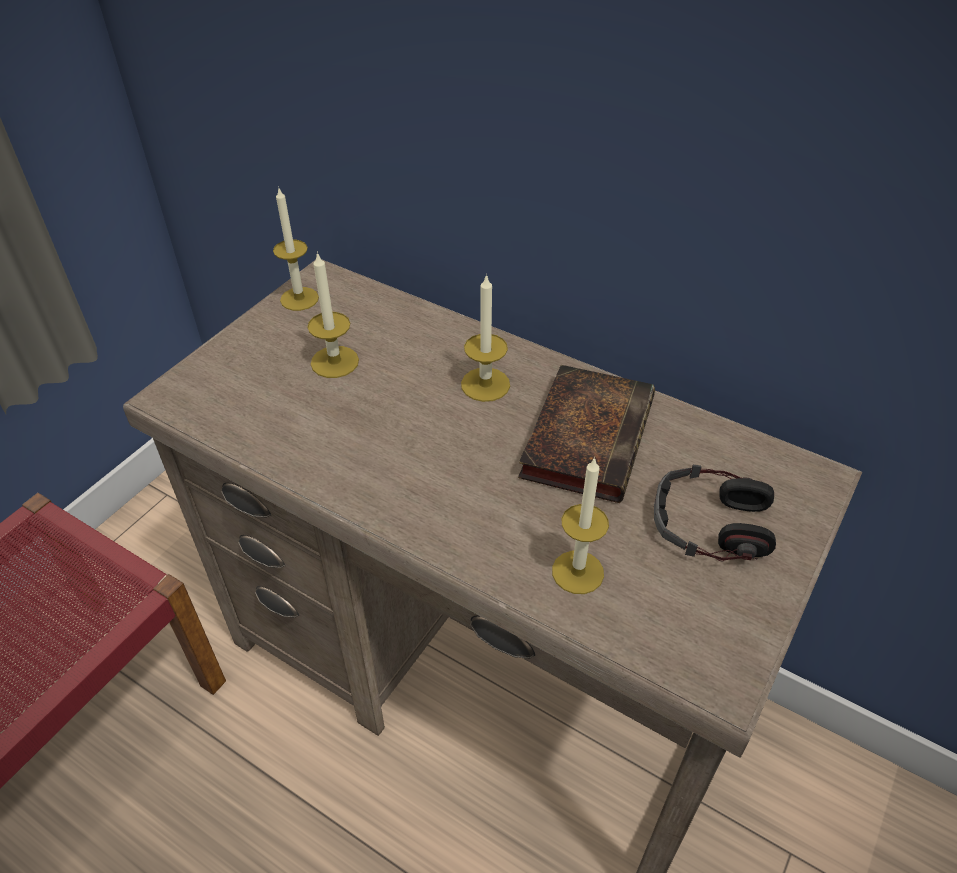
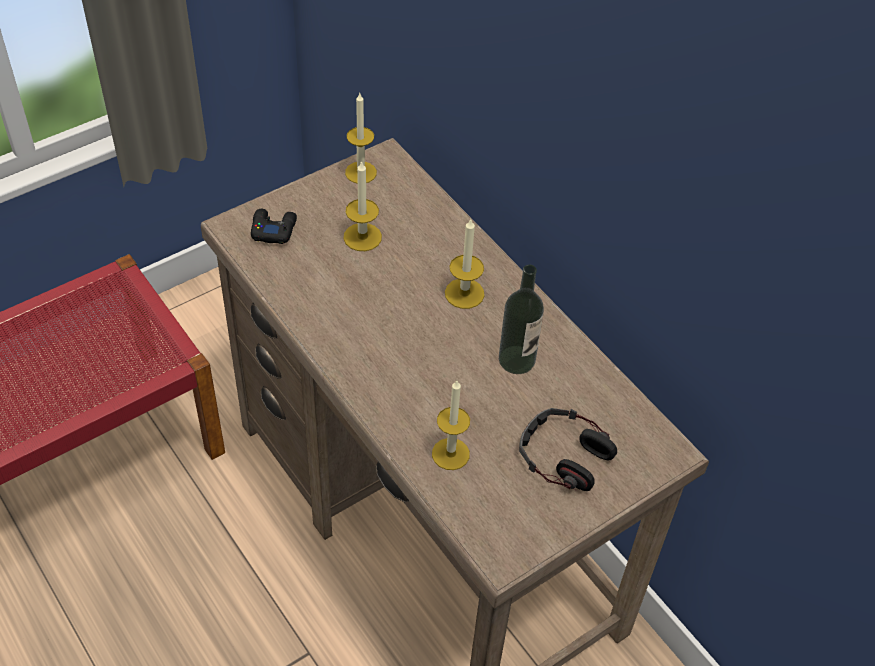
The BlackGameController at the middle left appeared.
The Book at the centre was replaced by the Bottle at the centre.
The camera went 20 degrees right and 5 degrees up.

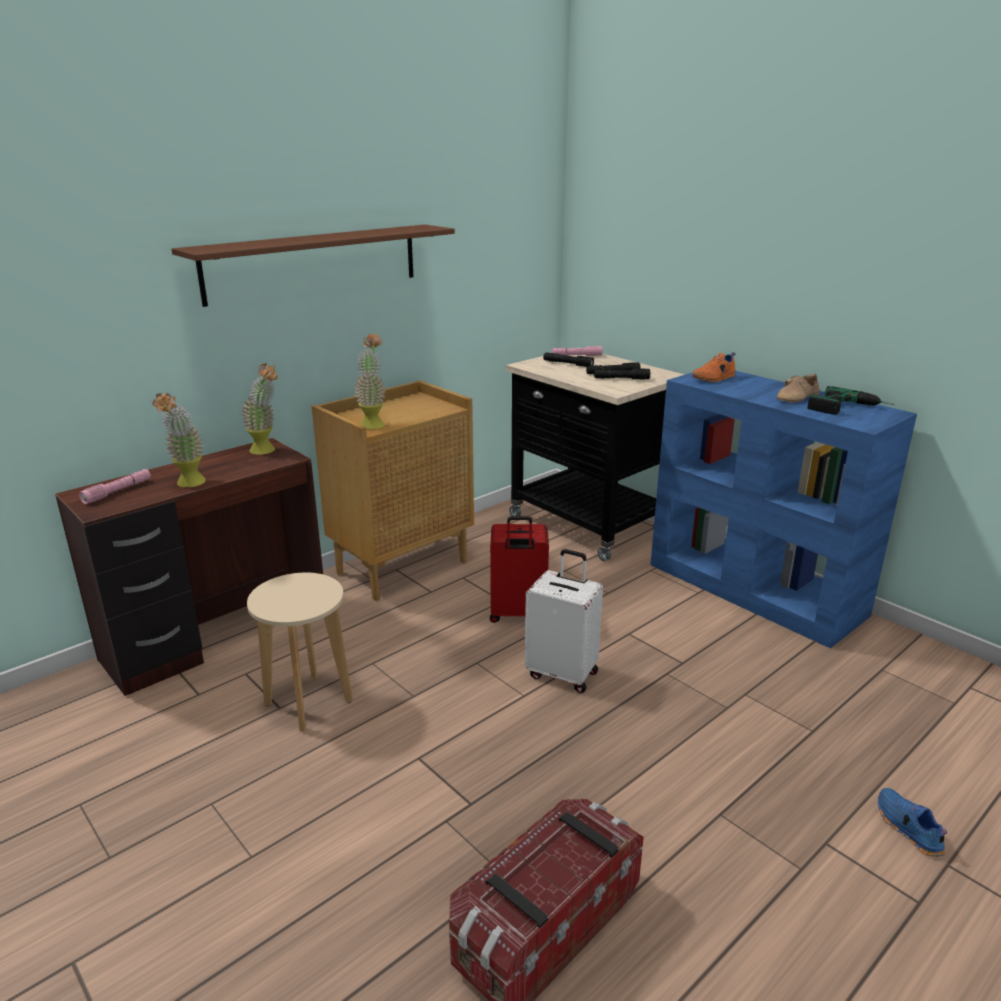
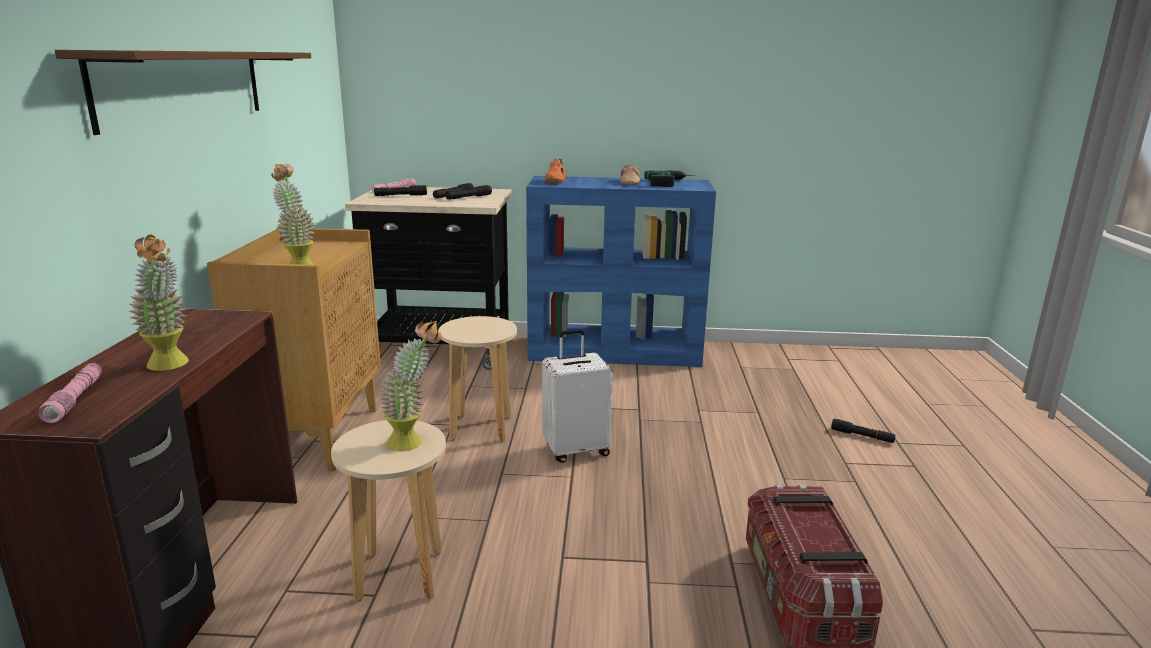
The PottedPlant (2nd from left in the first image) moved from the middle left to the centre.
The RedSuitcase at the centre was replaced by the BeigeStool (2nd from left) at the centre.
The BlueShoe at the bottom right was replaced by the BlackFlashlight (4th from left) at the middle right.
The camera went 45 degrees left and 5 degrees down.

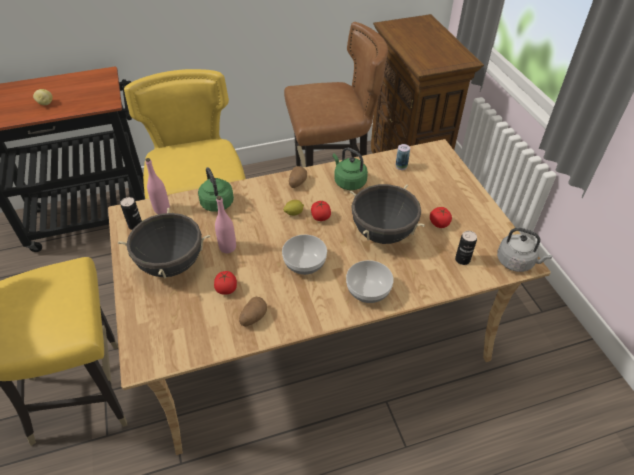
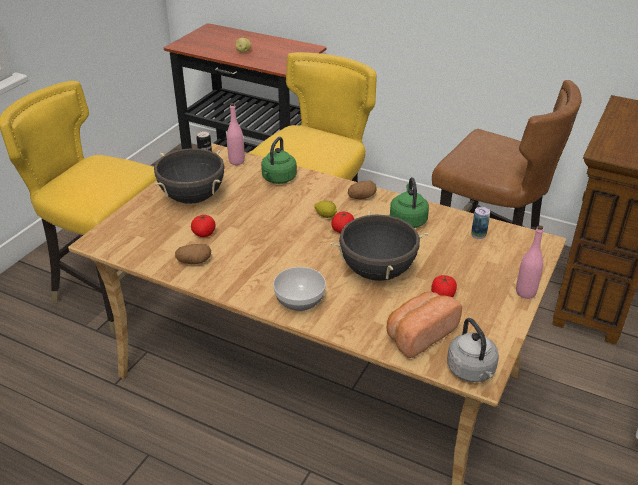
The Bowl (1st from left) at the centre disappeared.
The PinkBottle (2nd from left) moved from the centre to the middle right.
The Can (3rd from left) at the middle right was replaced by the Bread at the bottom centre.
The camera went 45 degrees right and 10 degrees down.

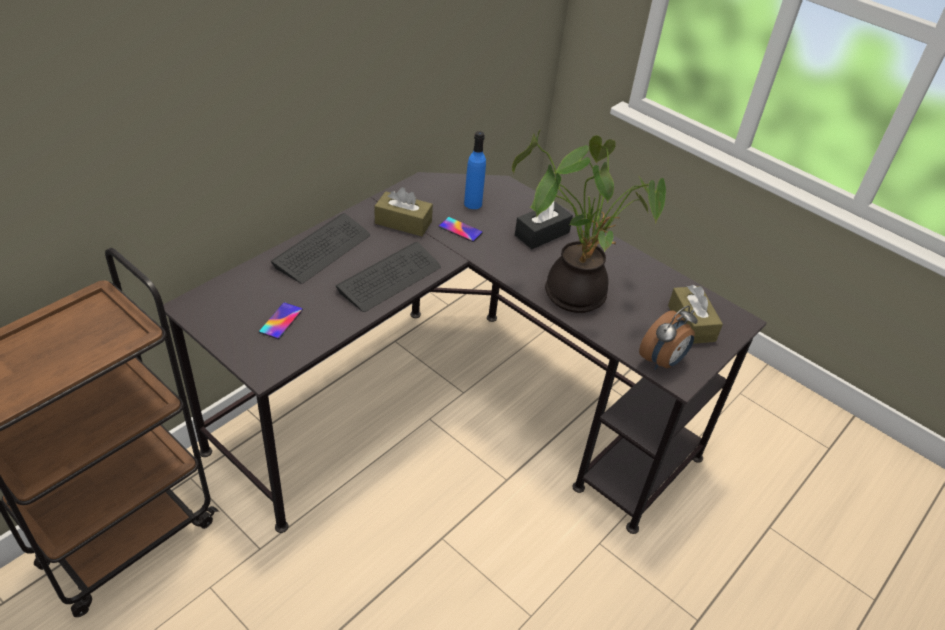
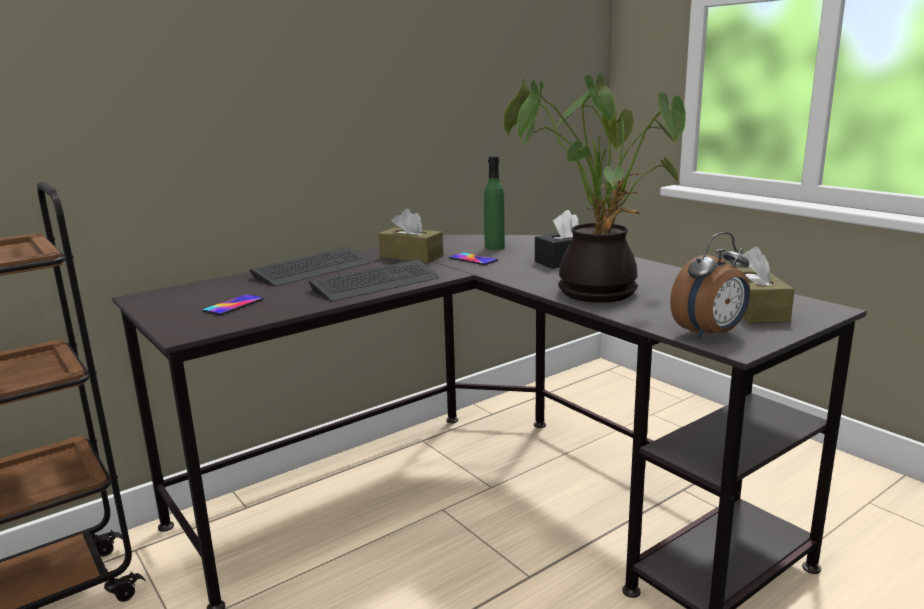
The BlueBottle at the top centre became the GreenBottle at the centre.
The camera went 15 degrees right and 25 degrees down.

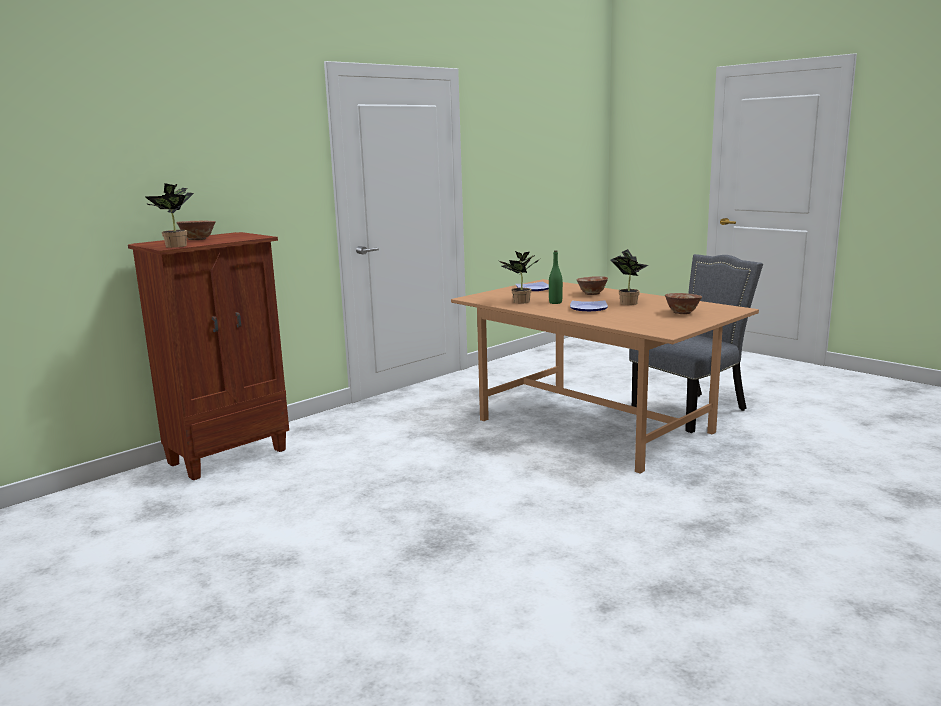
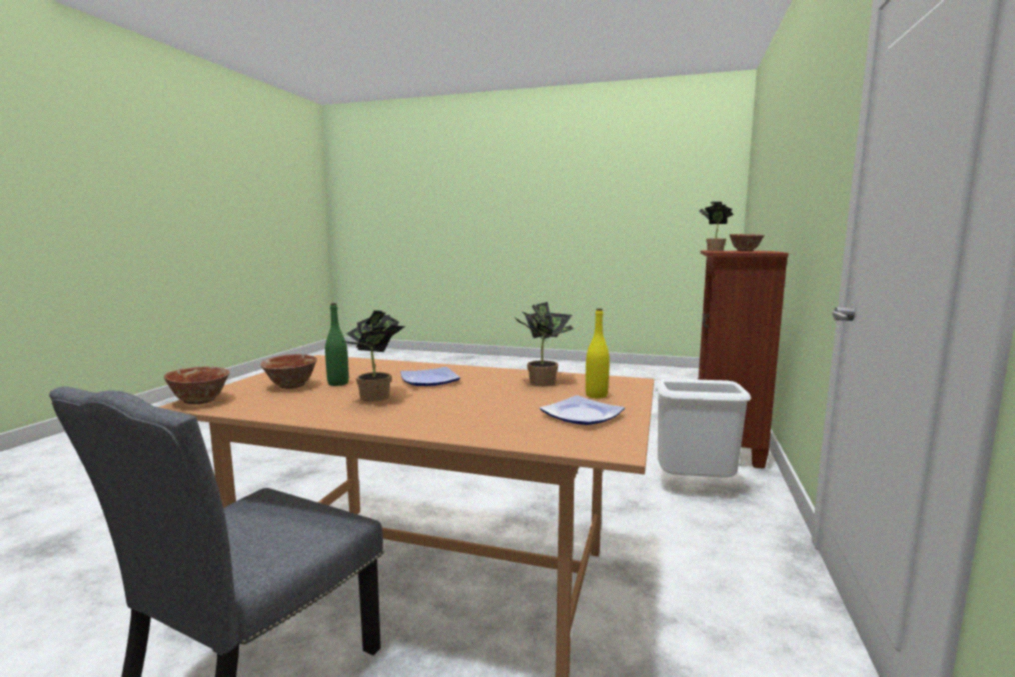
The YellowBottle at the centre appeared.
The WhiteTrashCan at the middle right appeared.
The GreenBottle moved from the centre to the middle left.
The Bowl (2nd from left in the first image) moved from the centre to the middle left.
The camera went 150 degrees right and 5 degrees down.

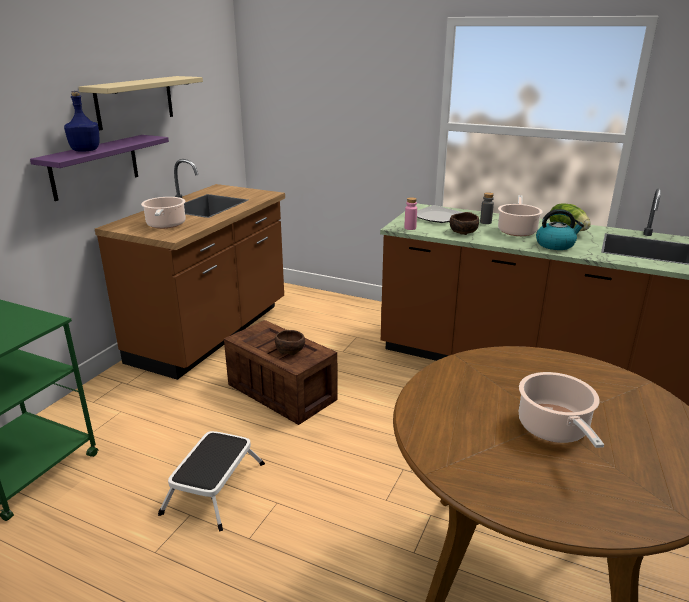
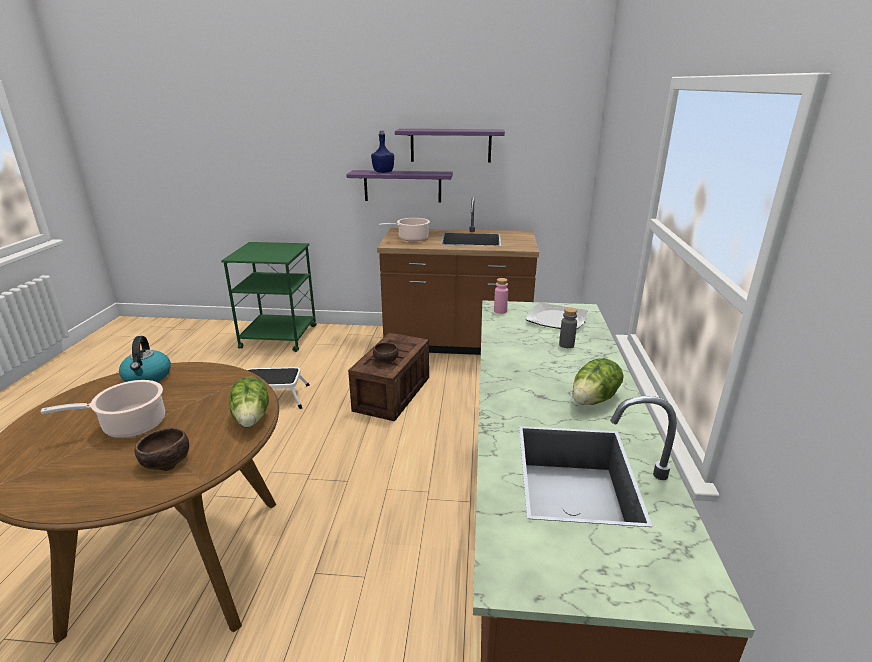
The CookingPot (2nd from left) at the middle right disappeared.
The Lettuce (1st from left) at the middle left appeared.
The BrownBowl (2nd from left in the first image) moved from the middle right to the bottom left.
The Kettle moved from the middle right to the middle left.
The BeigeShelf at the top left became the PurpleShelf (2nd from left) at the top centre.
The camera went 70 degrees right and 0 degrees up.

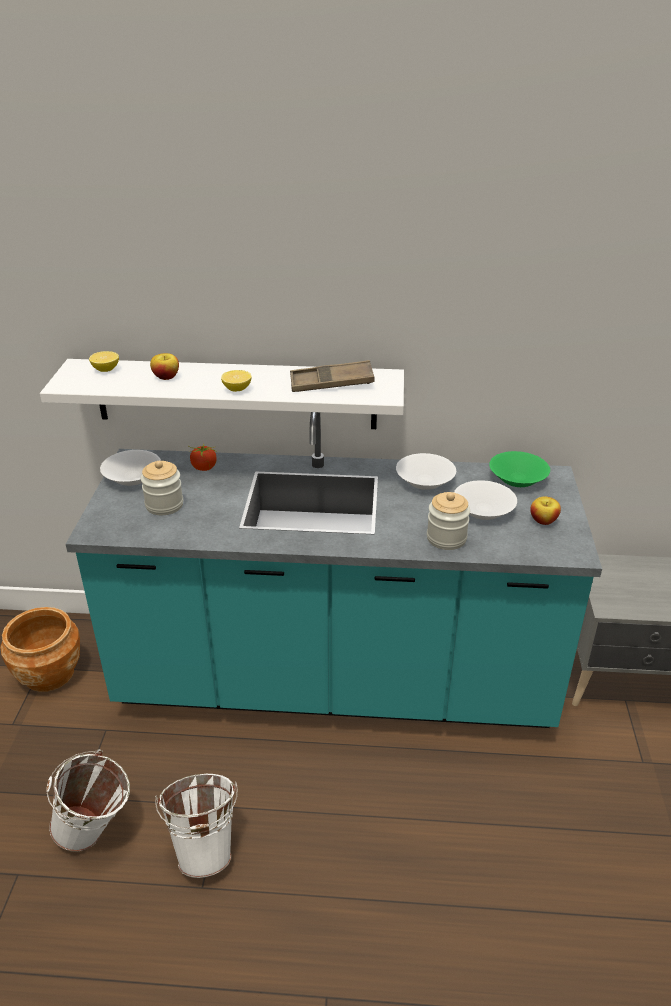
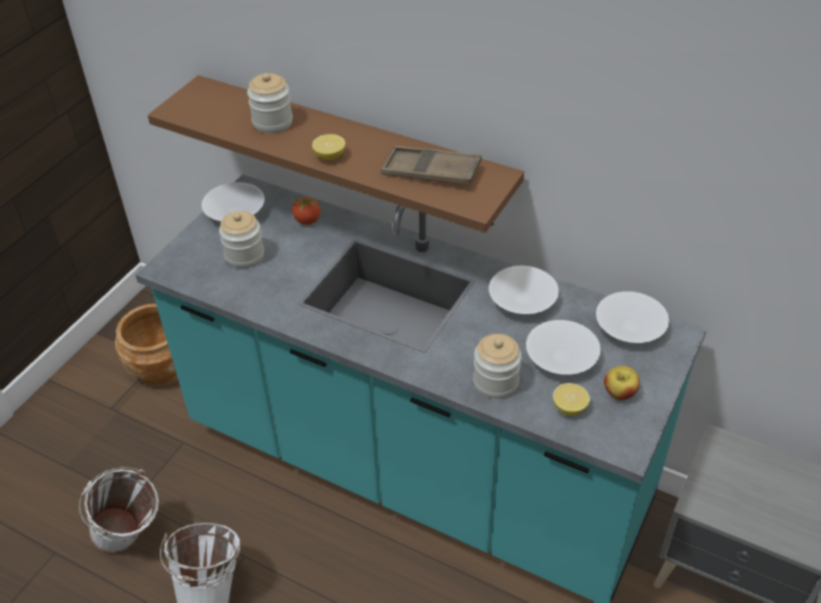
The Lemon (1st from left in the first image) moved from the middle left to the middle right.
The Apple (1st from left) at the middle left was replaced by the Jar (2nd from left) at the top left.
The WhiteShelf at the middle left became the BrownShelf at the top centre.
The GreenBowl at the middle right became the WhiteBowl (4th from left) at the middle right.
The camera went 25 degrees right and 10 degrees up.

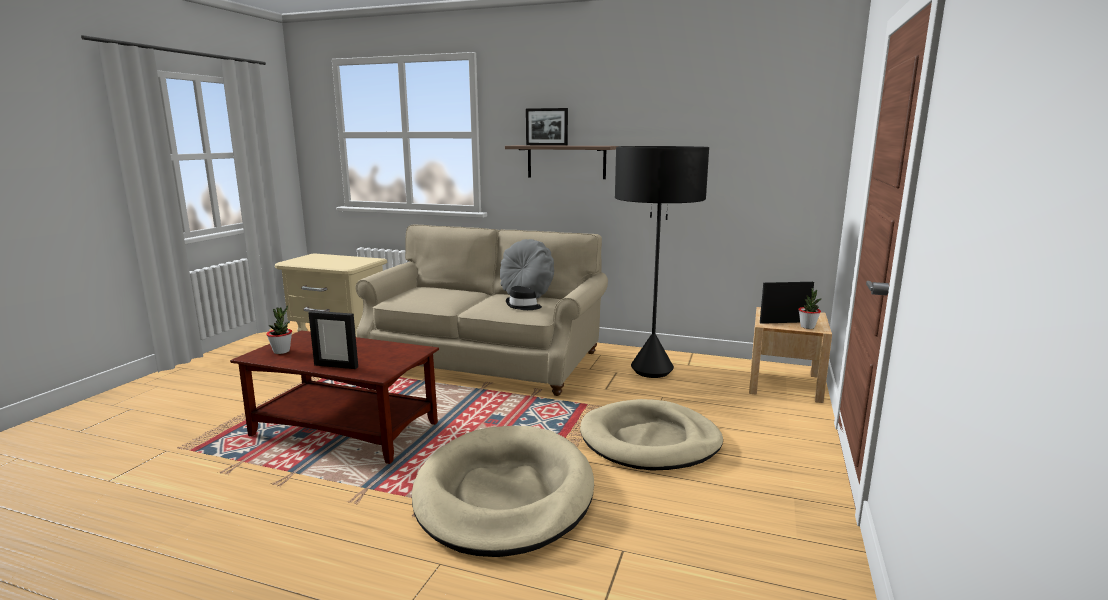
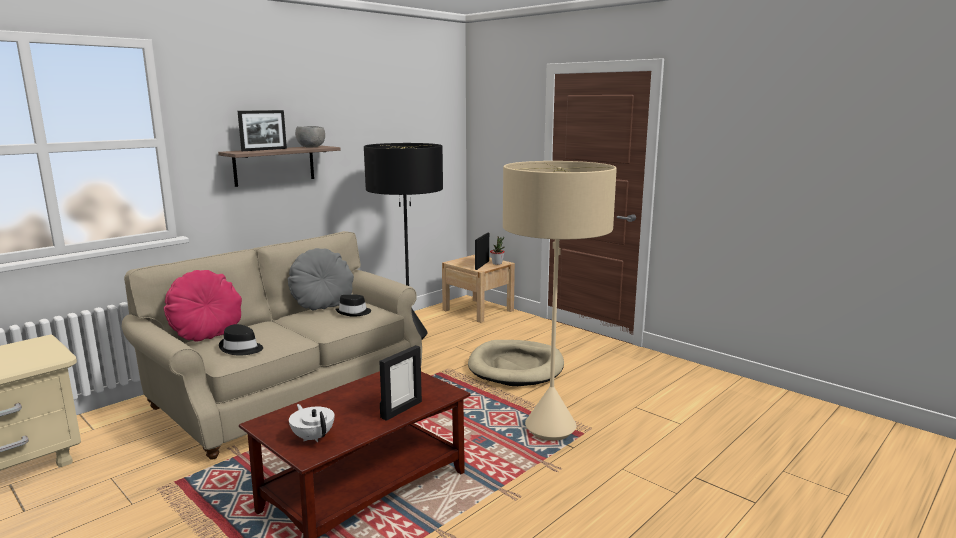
The PinkPillow at the middle left appeared.
The BlackHat (1st from left) at the middle left appeared.
The GreyBowl at the top left appeared.
The PottedPlant (1st from left) at the middle left was replaced by the WhiteTeapot at the bottom left.
The BeigeDogBed (1st from left) at the bottom centre was replaced by the BeigeFloorLamp at the centre.
The camera went 65 degrees left and 0 degrees up.

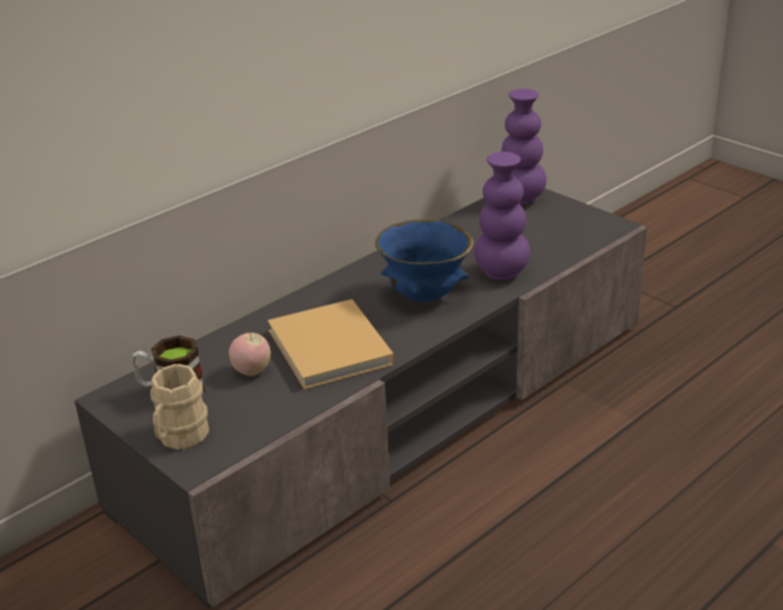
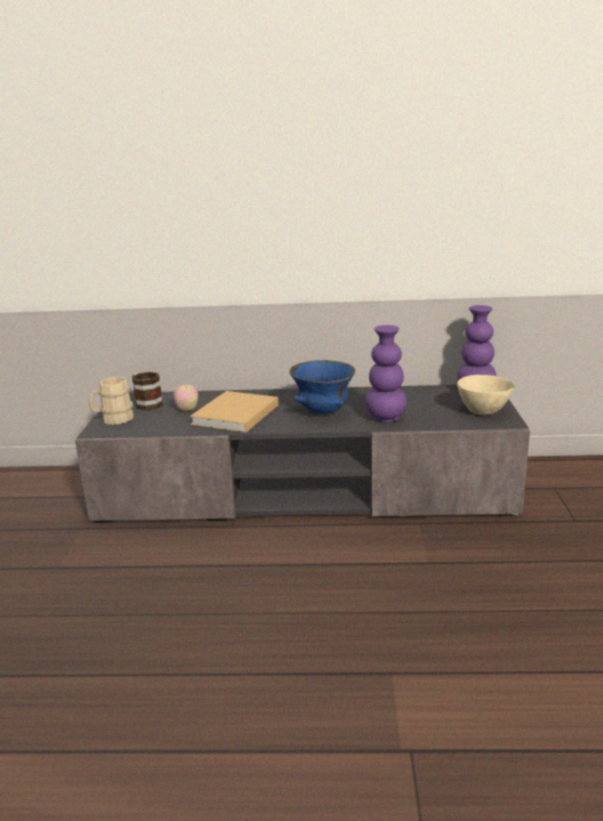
The BeigeBowl at the middle right appeared.
The camera went 45 degrees right and 10 degrees down.

